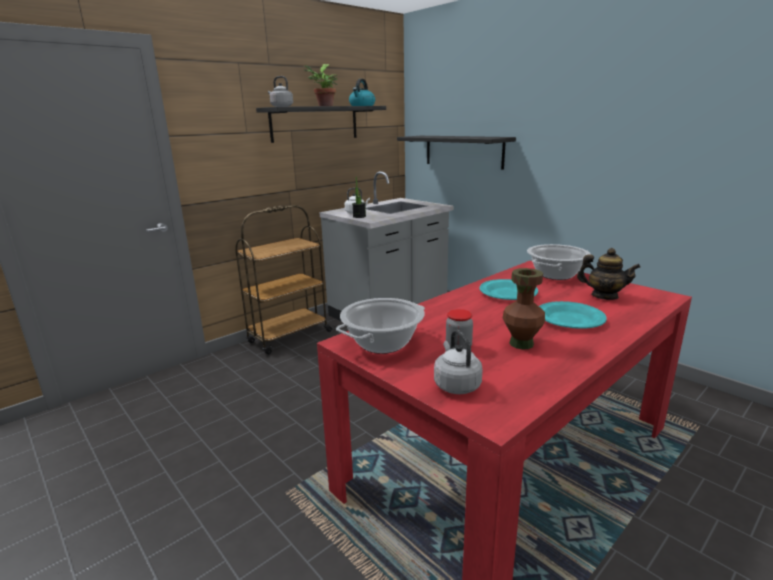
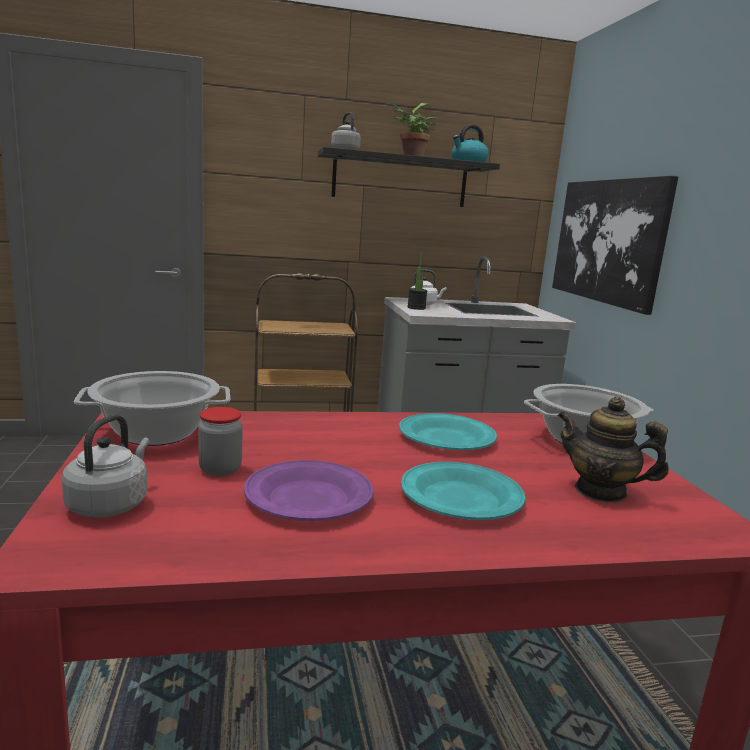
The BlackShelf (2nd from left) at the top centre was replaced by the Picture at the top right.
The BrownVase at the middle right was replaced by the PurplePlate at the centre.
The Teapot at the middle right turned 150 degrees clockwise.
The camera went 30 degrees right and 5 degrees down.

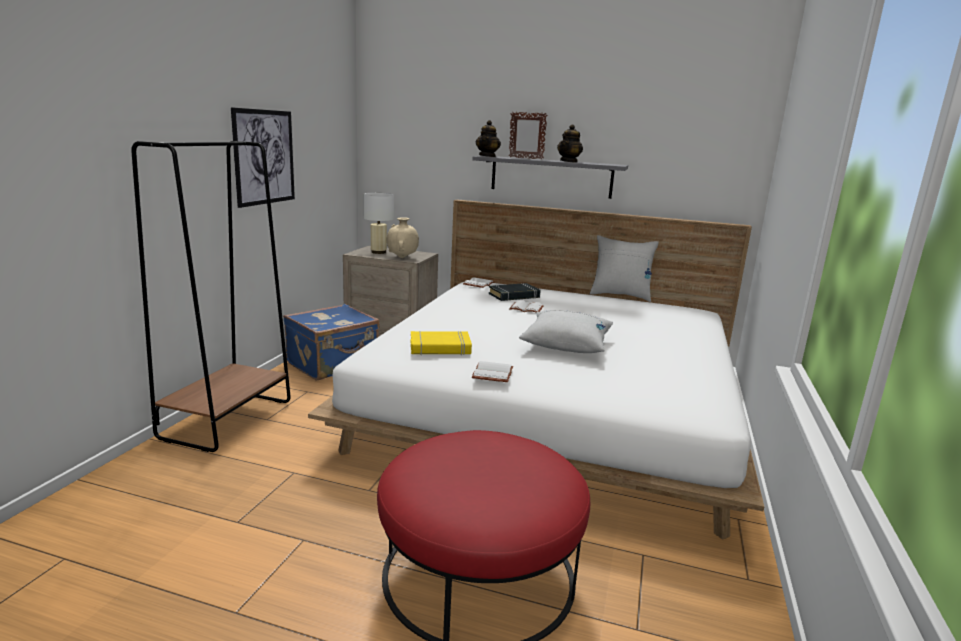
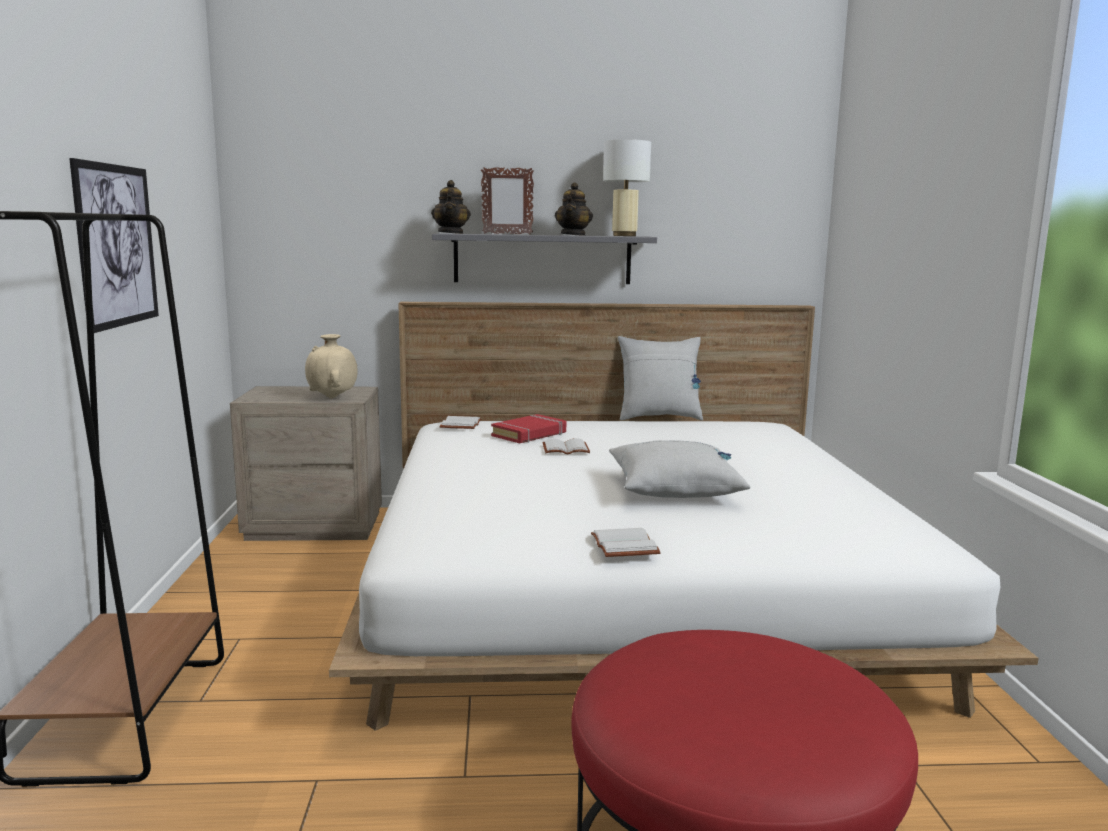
The BlueSuitcase at the centre disappeared.
The YellowBook at the centre disappeared.
The WhiteTableLamp moved from the centre to the top centre.
The BlackBook at the centre became the RedBook at the centre.
The camera went 20 degrees left and 5 degrees down.

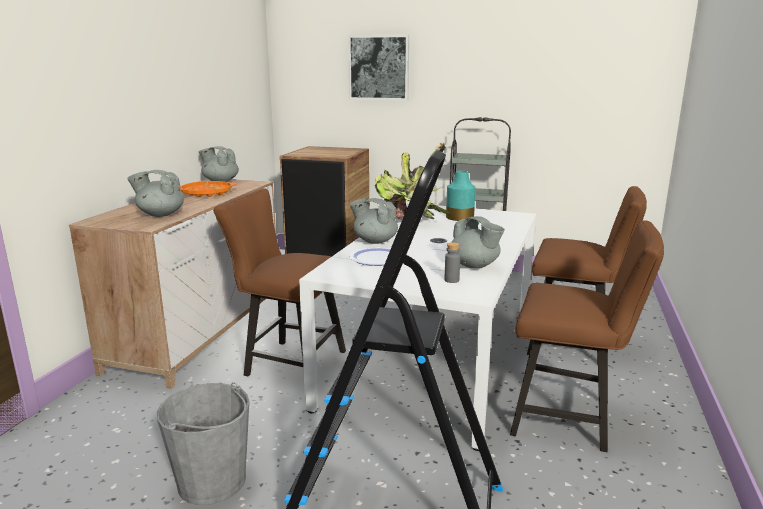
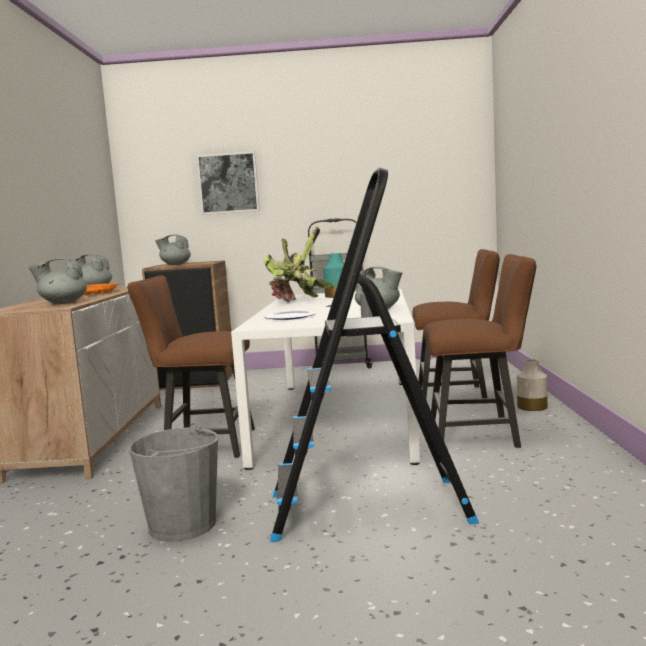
The BeigeVase at the middle right appeared.
The GreyTeapot (3rd from left) moved from the centre to the middle left.
The camera went 15 degrees left and 10 degrees down.

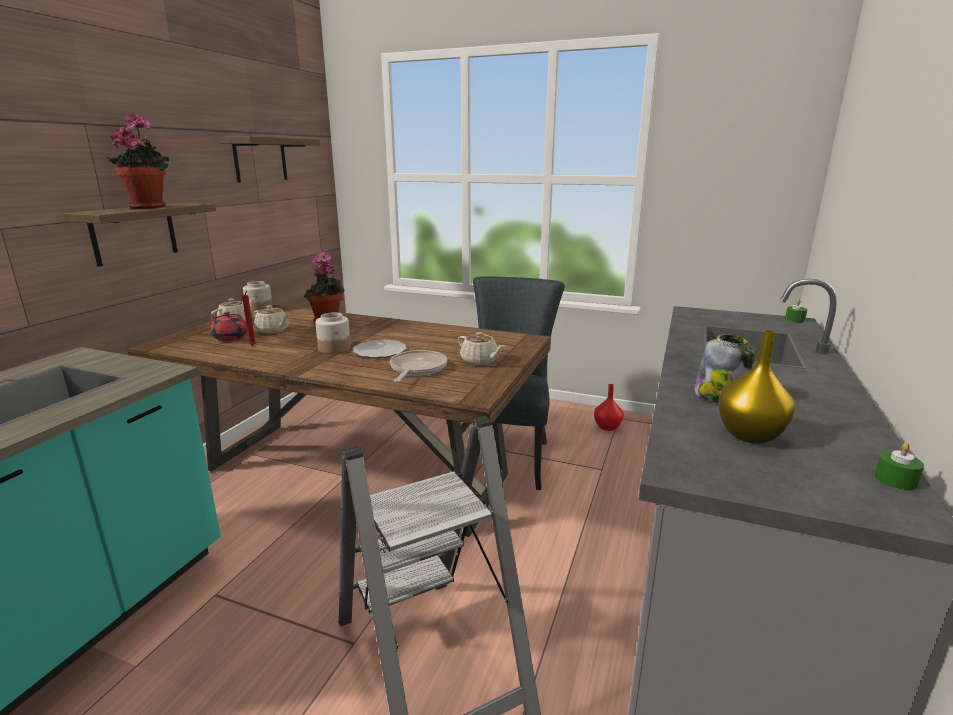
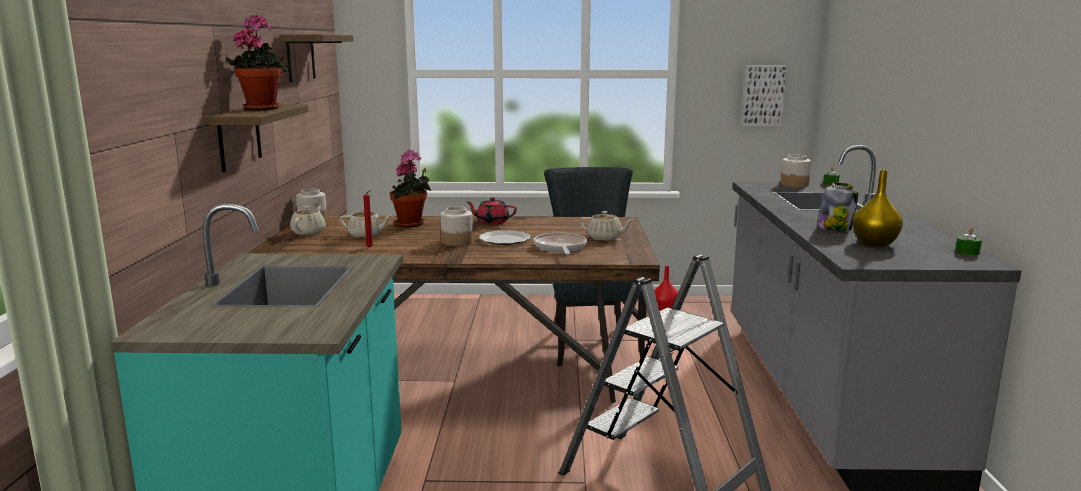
The Picture at the top right appeared.
The Jar (3rd from left) at the middle right appeared.
The RedTeapot moved from the middle left to the centre.
The camera went 20 degrees left and 5 degrees down.

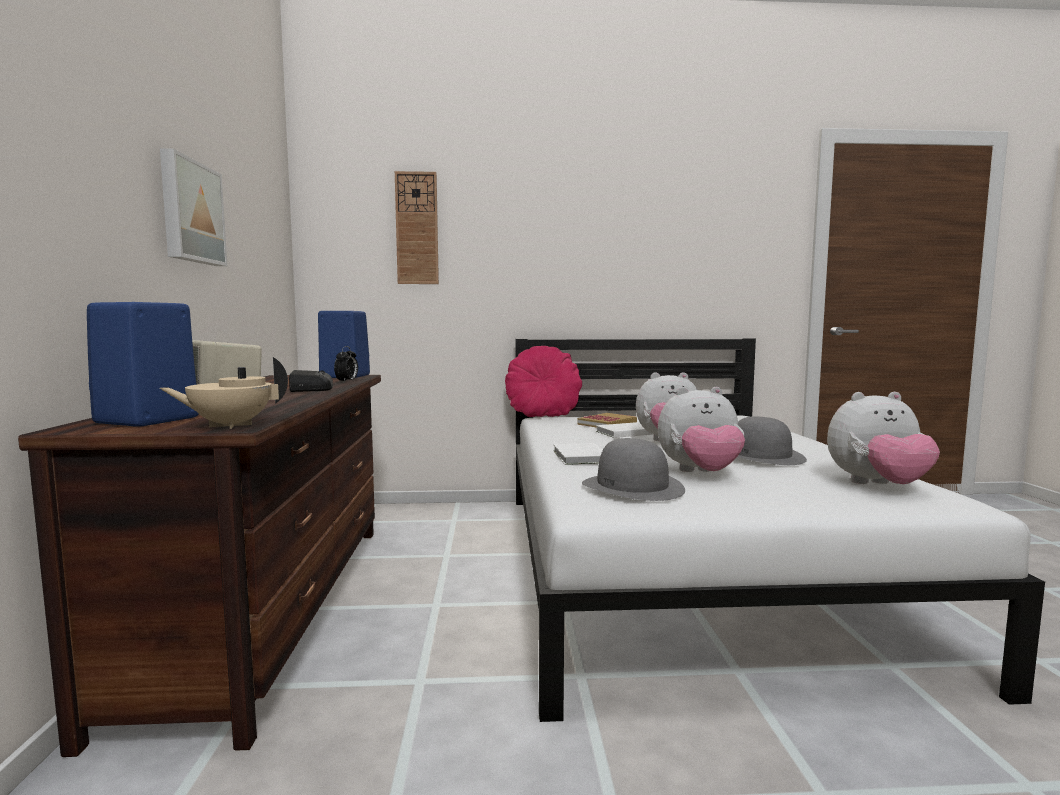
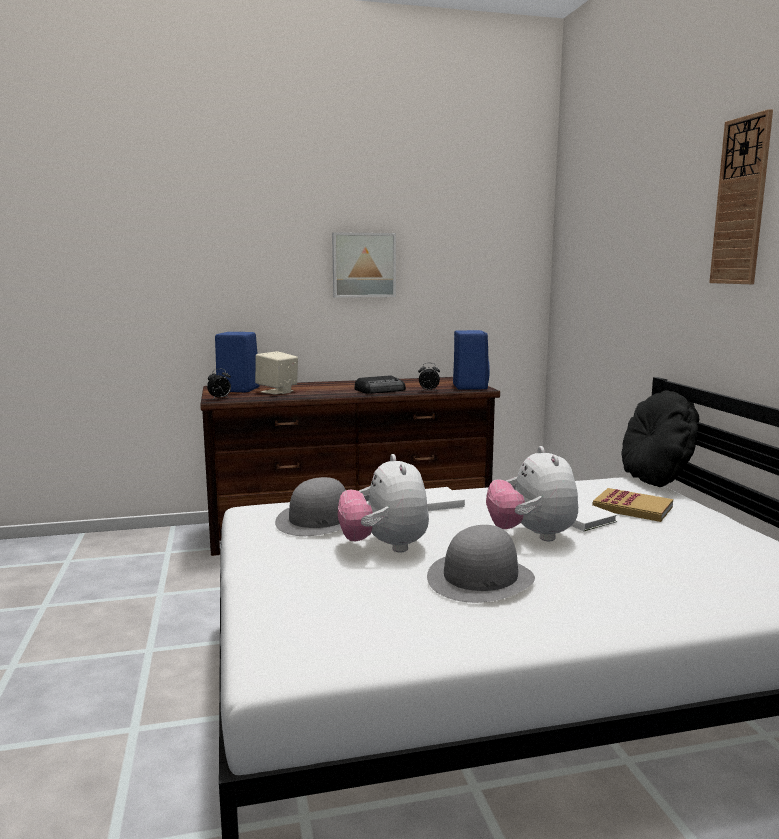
The PlushToy (3rd from left) at the middle right disappeared.
The WallClock moved from the top centre to the top right.
The BeigeTeapot at the middle left was replaced by the AlarmClock (1st from left) at the middle left.
The PinkPillow at the centre became the BlackPillow at the middle right.
The camera went 80 degrees right and 5 degrees up.

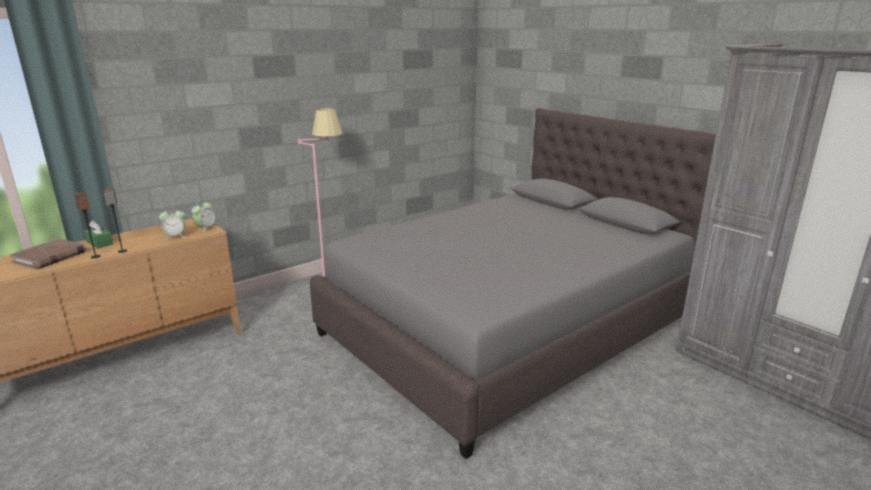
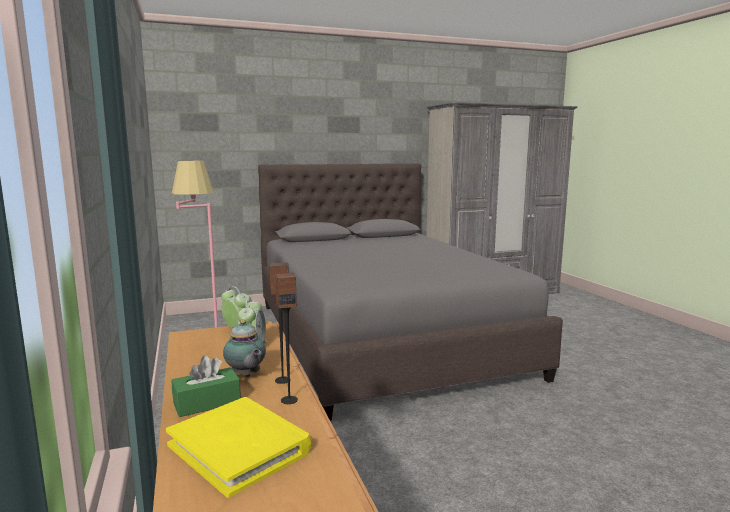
The Teapot at the bottom centre appeared.
The BrownBook at the middle left became the YellowBook at the bottom left.
The camera went 70 degrees left and 10 degrees down.

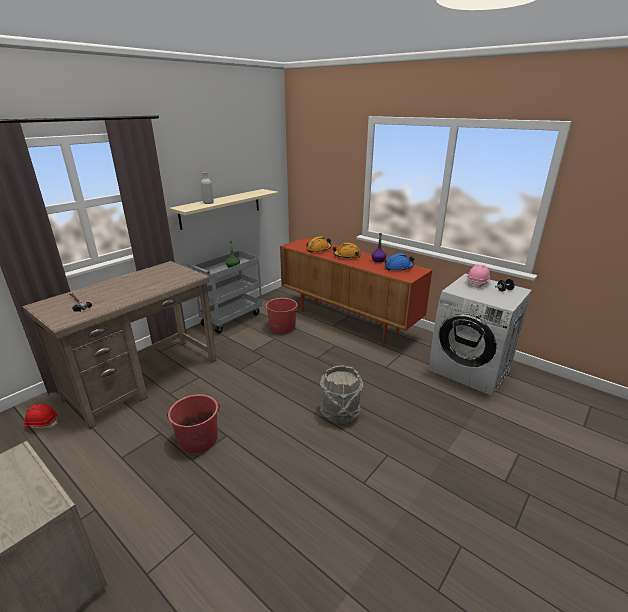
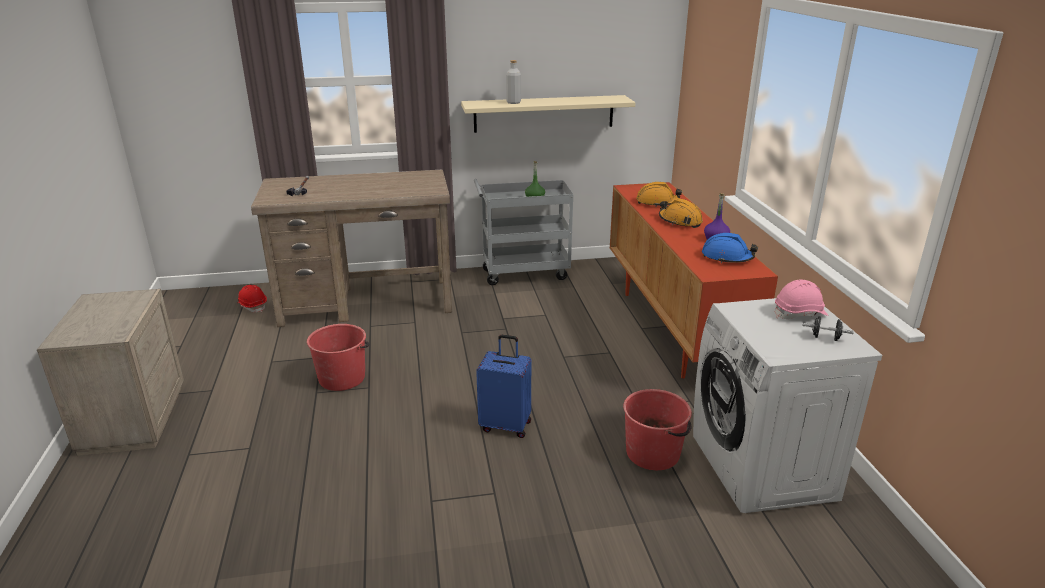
The RedBucket (2nd from left) moved from the centre to the bottom centre.
The GreyBucket at the centre was replaced by the BlueSuitcase at the centre.
The camera went 40 degrees right and 0 degrees up.

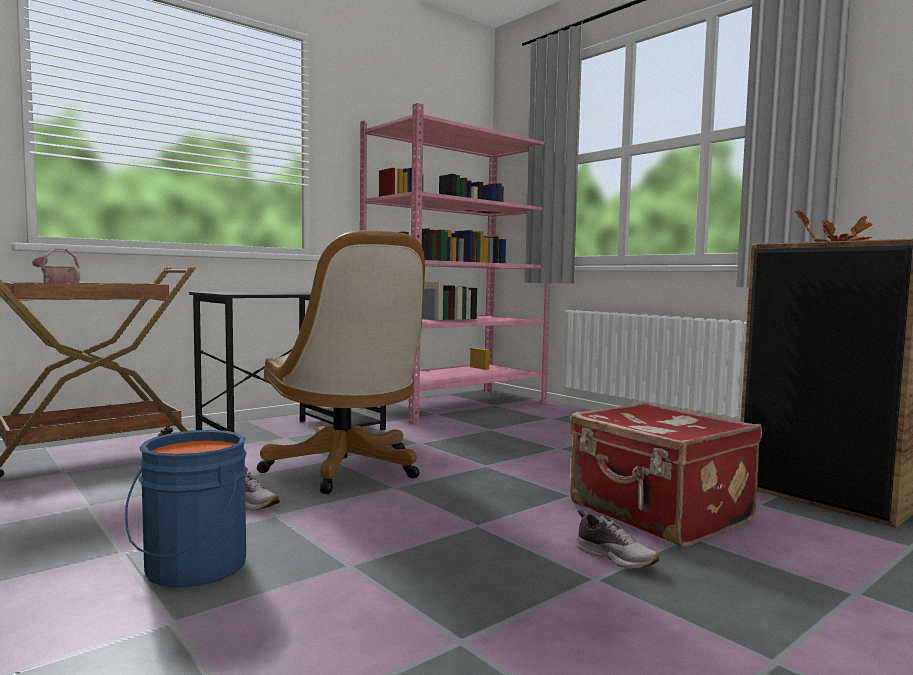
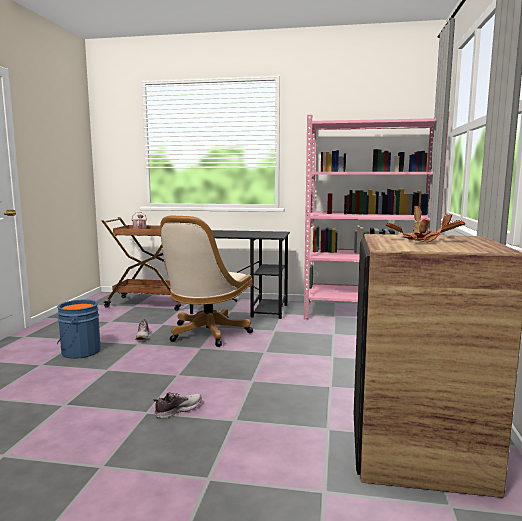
The RedSuitcase at the bottom right disappeared.
The Shoe (2nd from left) at the bottom right turned 135 degrees counterclockwise.
The camera went 50 degrees right and 5 degrees up.

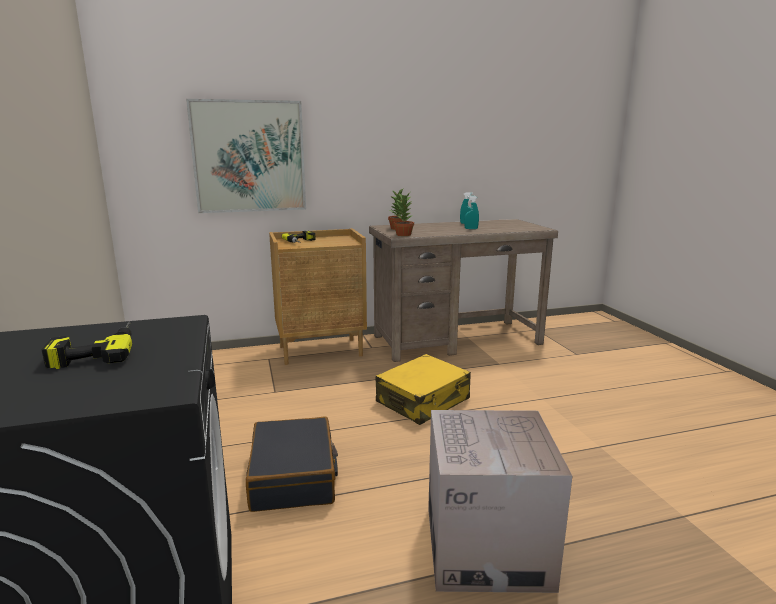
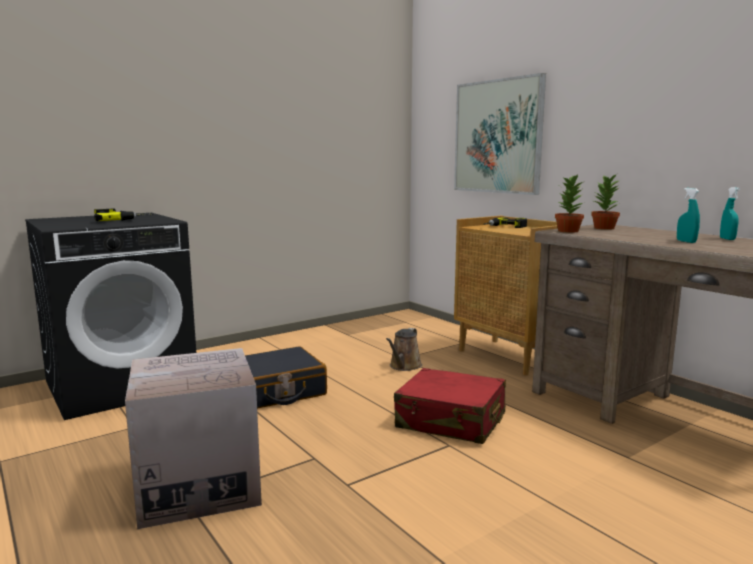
The BrownWateringCan at the centre appeared.
The YellowSuitcase at the centre became the RedSuitcase at the bottom centre.
The camera went 70 degrees right and 5 degrees down.

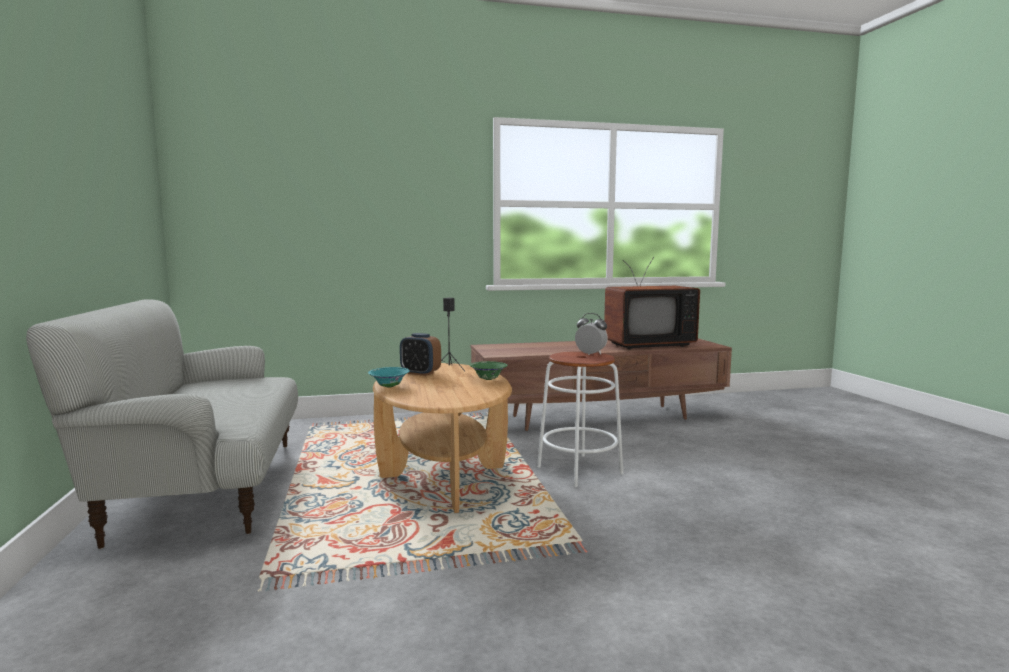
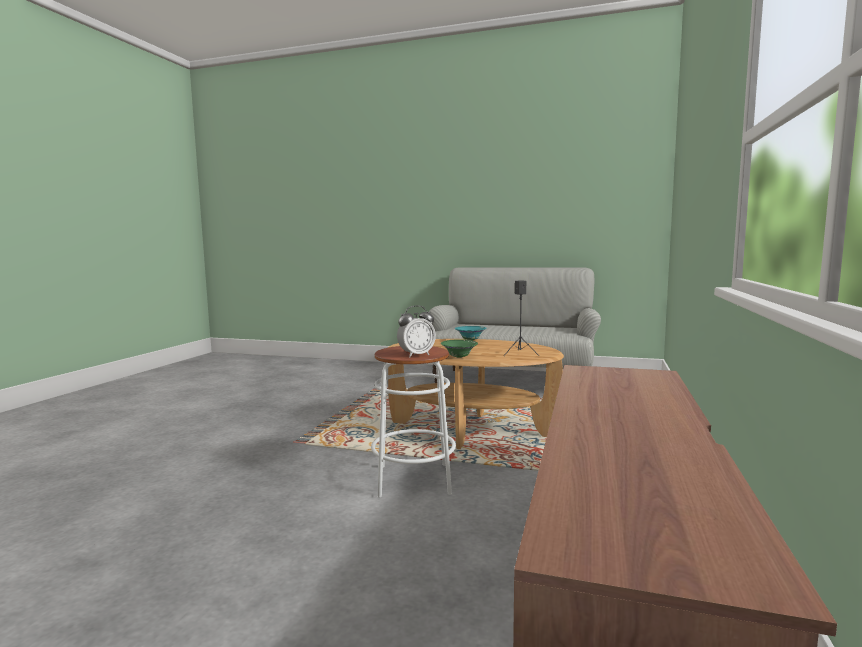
The AlarmClock (1st from left) at the centre disappeared.
The Television at the centre disappeared.
The camera went 120 degrees right and 0 degrees up.

